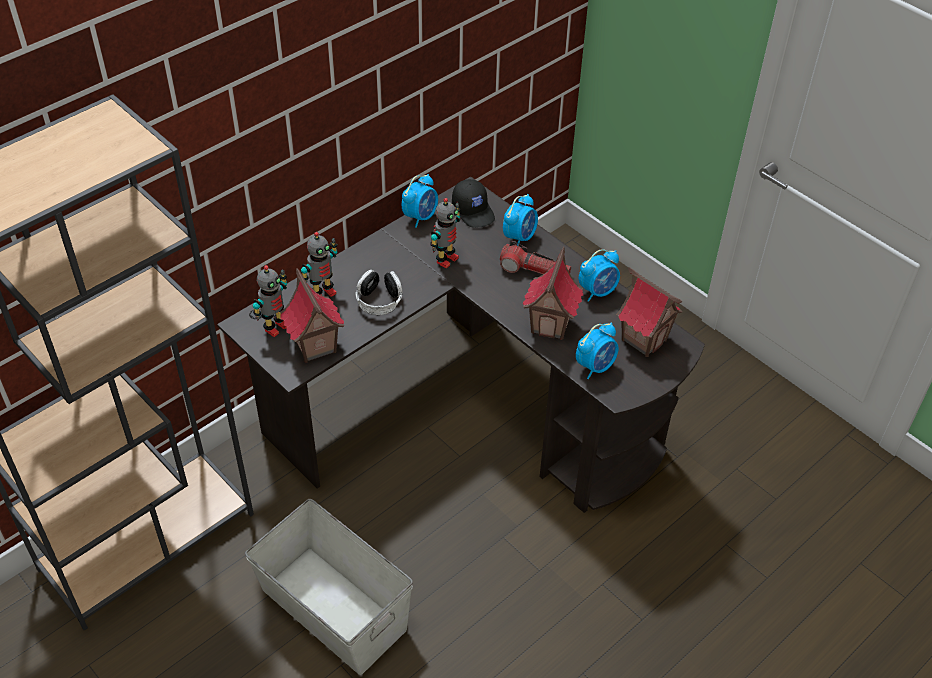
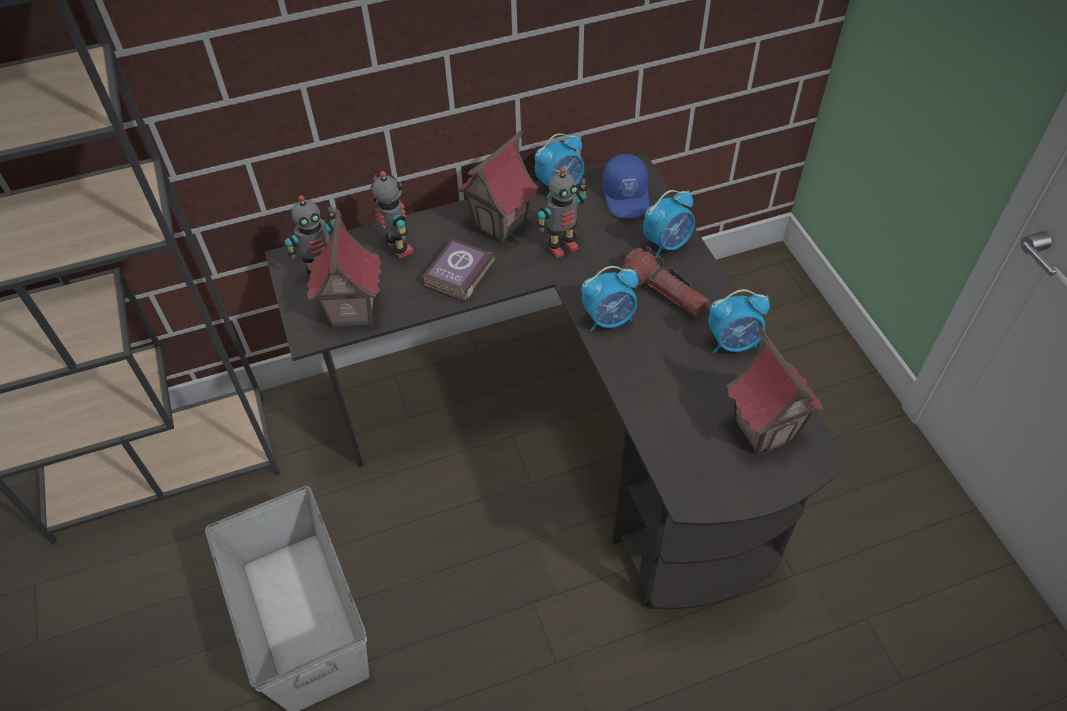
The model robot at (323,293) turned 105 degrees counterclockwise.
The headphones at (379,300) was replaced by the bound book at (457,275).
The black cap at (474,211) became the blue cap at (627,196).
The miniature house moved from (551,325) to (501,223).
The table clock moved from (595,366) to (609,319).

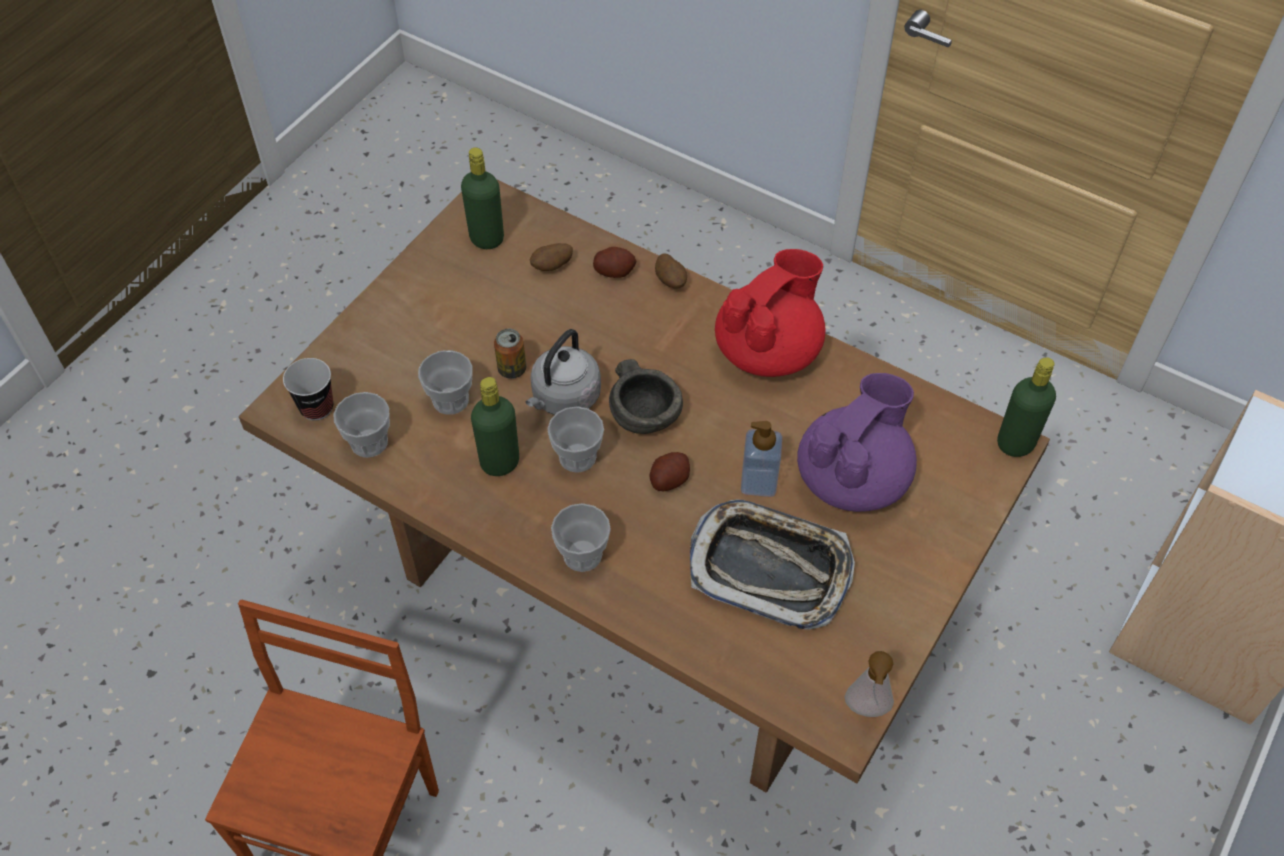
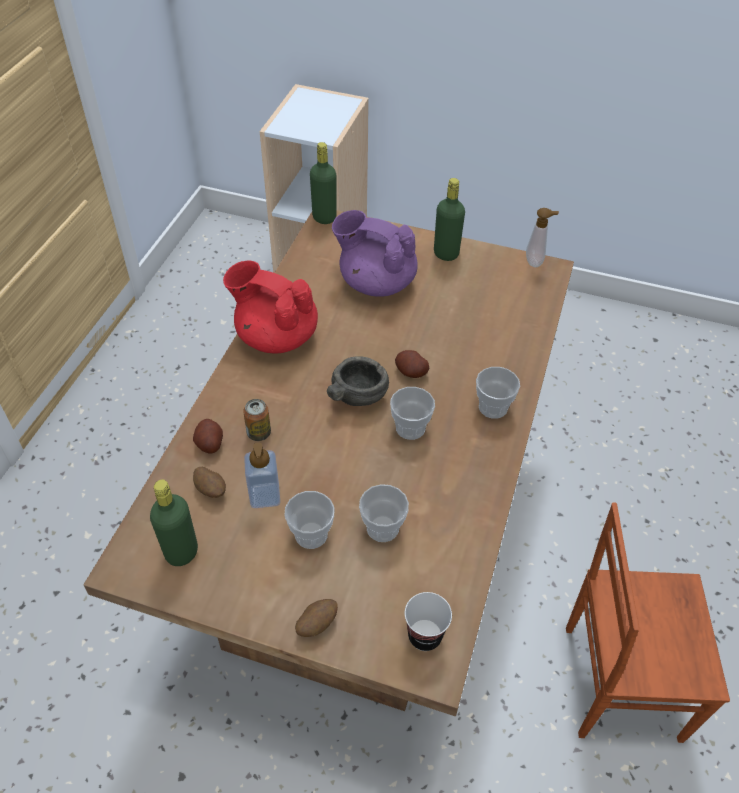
The small cup moved from (369,442) to (311,534).
The green beverage bottle moved from (500,462) to (446,254).
The metal can moved from (512,369) to (259,433).
The gray water kettle at (564,398) disappeared.
The whole potato moved from (671,281) to (316,624).
The serving tray at (770,568) disappeared.
The soap bottle moved from (758,482) to (265,496).

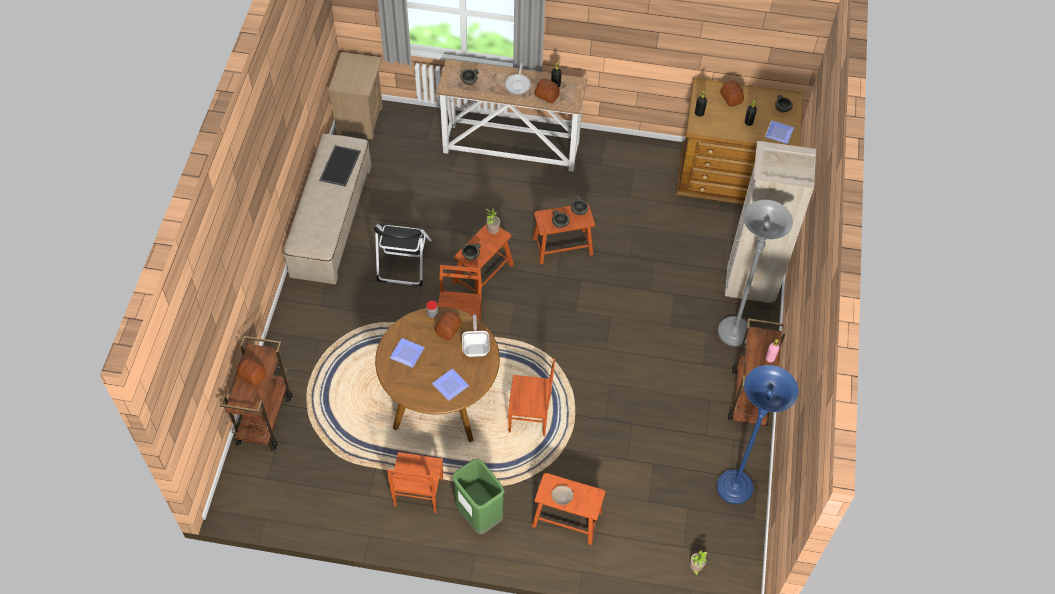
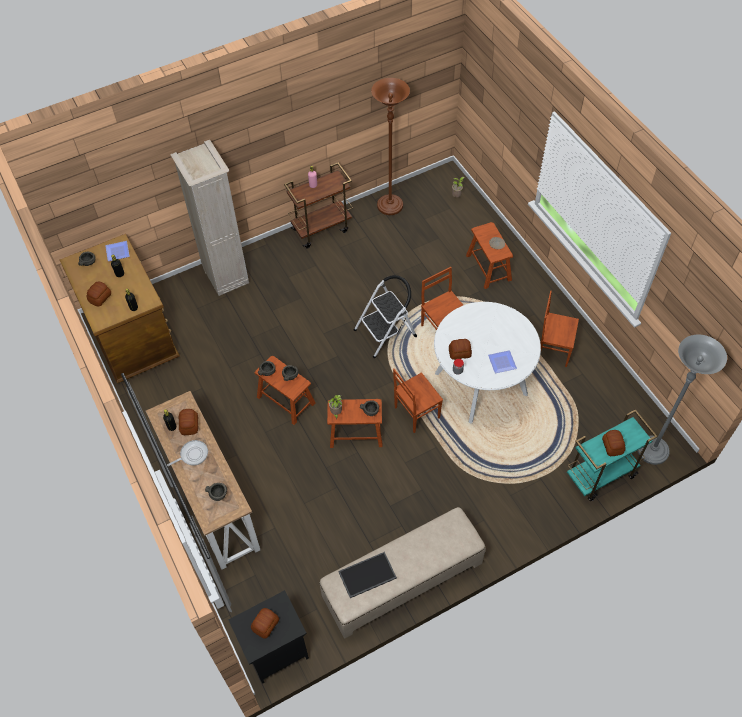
The brown-coloured trolley at (266,418) became the blue-green trolley at (599,477).
The beige-coloured bedside table at (361,119) became the black bedside table at (275,650).
The step stool moved from (403,262) to (387,332).
The brown-coloured kitchen table at (440,400) became the white-coloured kitchen table at (480,383).
The brown-coloured upright chair at (417,493) turned 135 degrees counterclockwise.
The flat dish at (451,385) disappeared.
The green trash can at (479,516) disappeared.
The frying pan at (476,346) disappeared.
The blue standing lamp at (734,488) became the brown-coloured standing lamp at (390,206).
The gray standing lamp moved from (734,332) to (652,451).
The bread at (265,625) appeared.

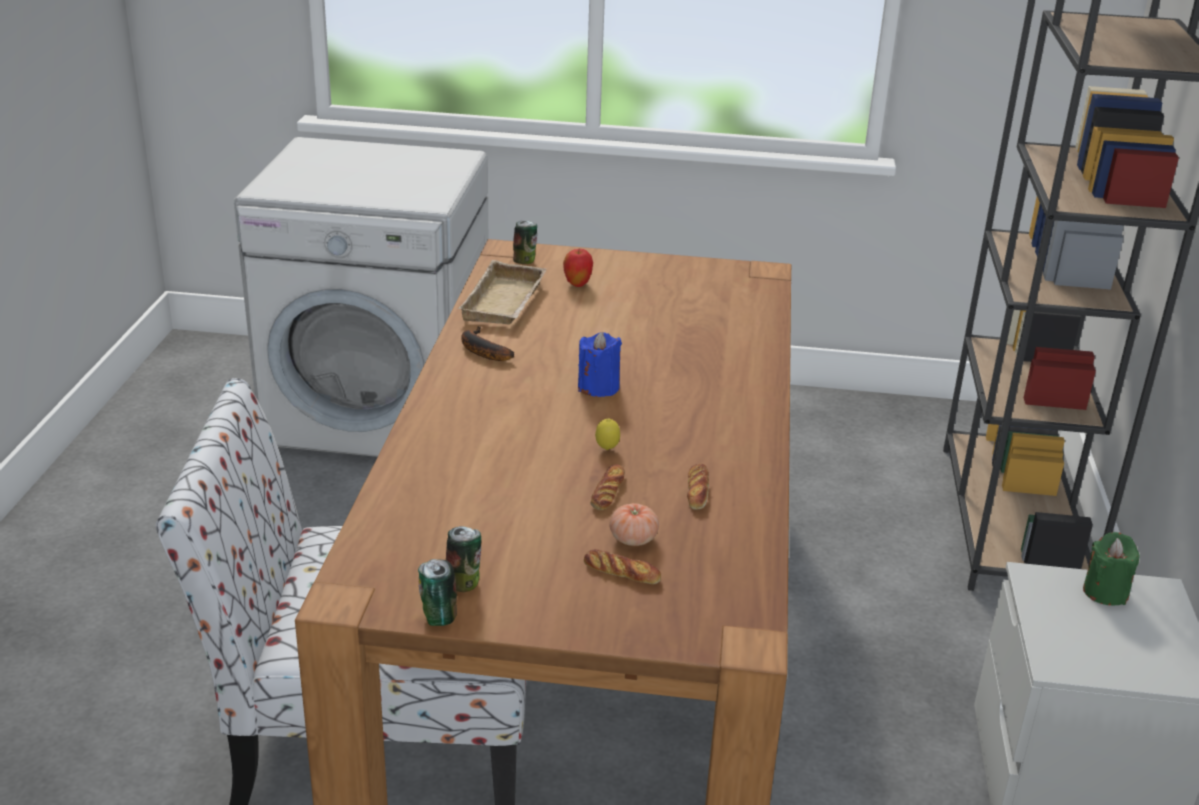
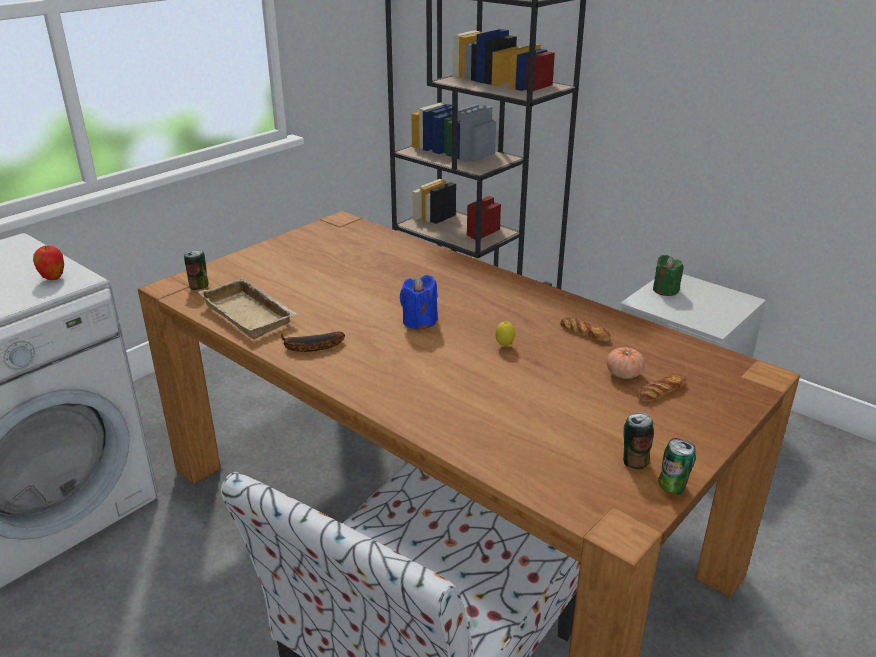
The whole apple moved from (577,284) to (53,278).
The bread at (607,492) disappeared.

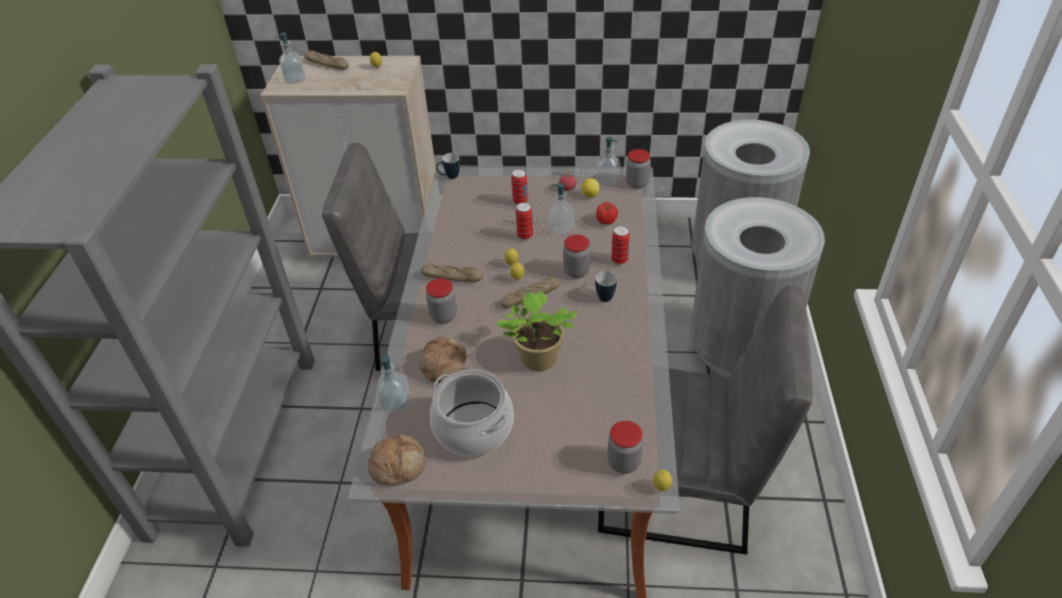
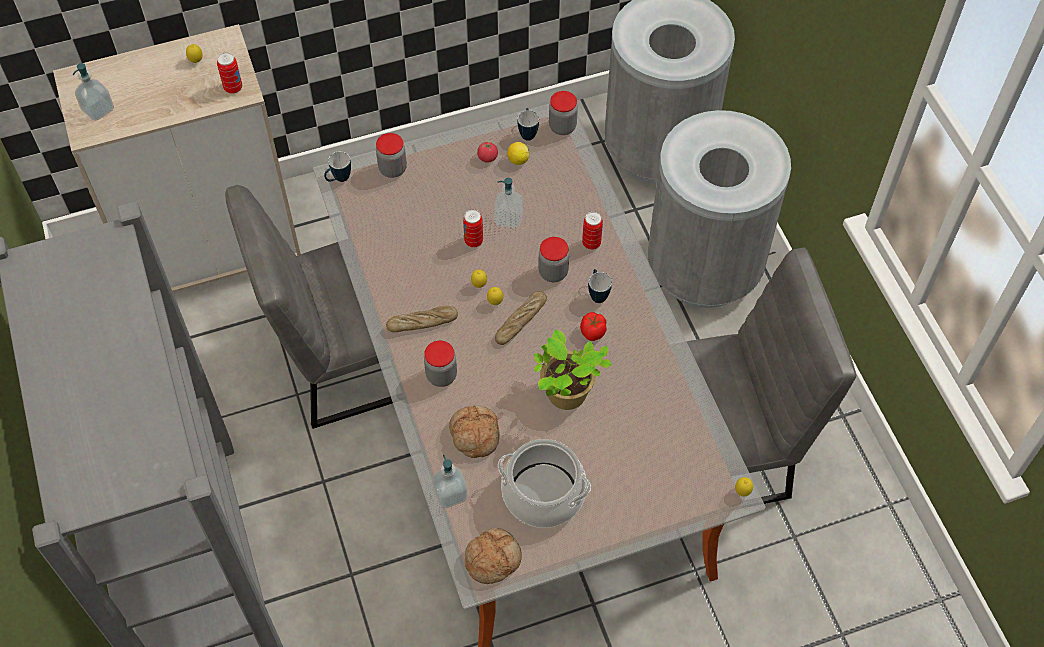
The bread at (327,64) disappeared.
The metal can moved from (520,201) to (233,88).
The soap bottle at (607,180) was replaced by the coffee mug at (527,132).
The whole tomato moved from (606,221) to (592,332).
The preserve jar moved from (624,462) to (392,169).

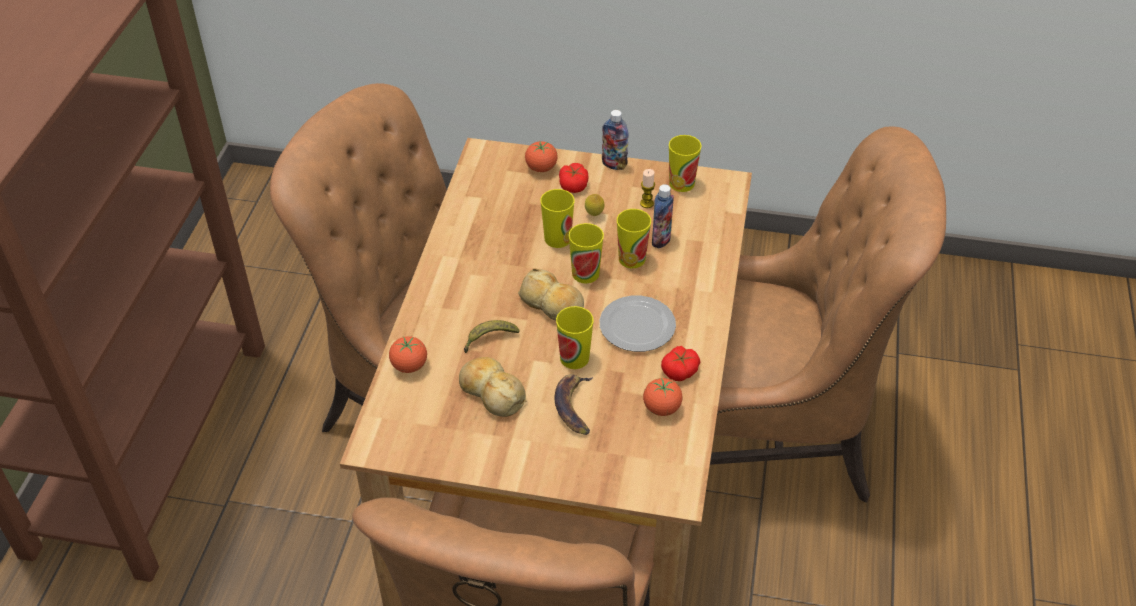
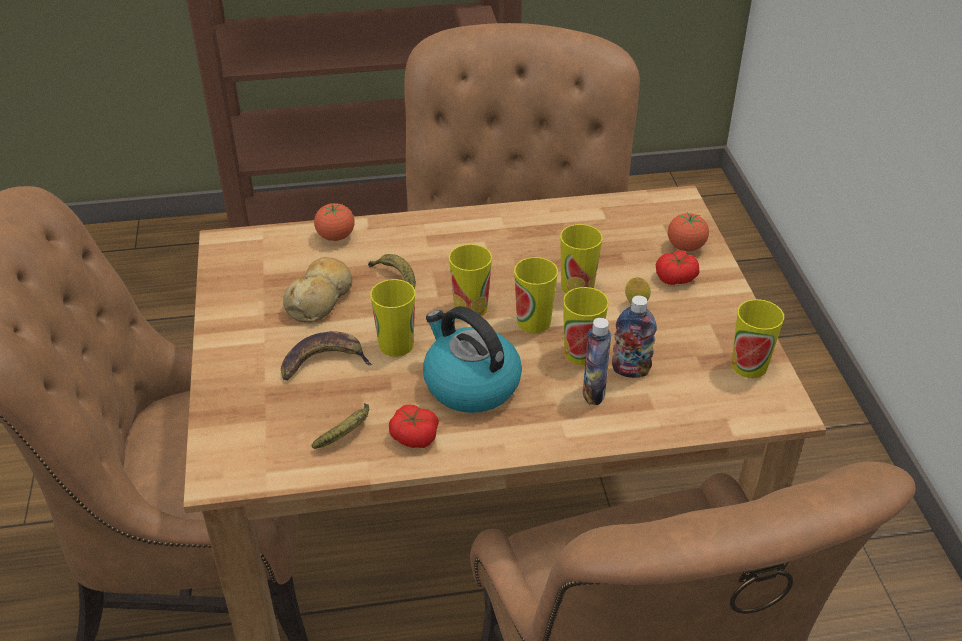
The bread at (552,304) was replaced by the small cup at (470,308).
The flat dish at (638,326) was replaced by the water kettle at (470,384).
The beverage bottle moved from (614,164) to (593,393).
The wax candle at (646,203) disappeared.
The whole tomato at (661,408) was replaced by the whole banana at (347,433).

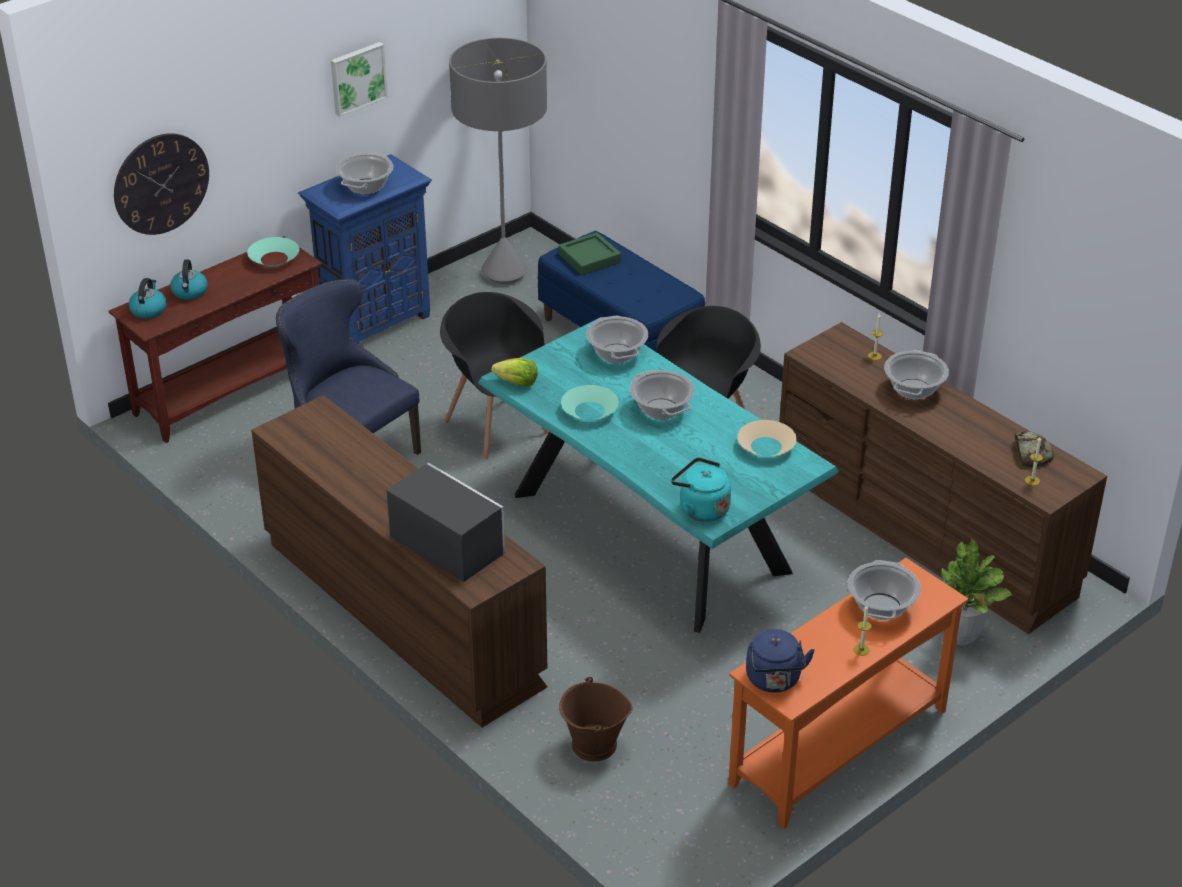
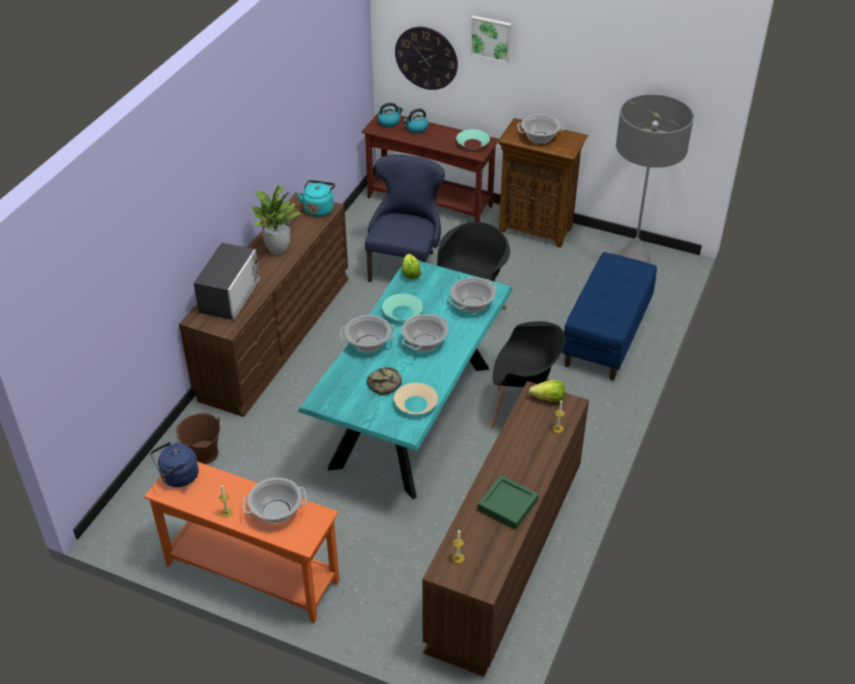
The blue cupboard at (376,322) became the brown-coloured cupboard at (536,229).
The wall art moved from (357,78) to (491,38).
The green serving tray moved from (589,258) to (507,505).
The blue-green water kettle moved from (701,508) to (319,209).
The cooking pot moved from (914,390) to (368,344).
The potted plant moved from (961,636) to (278,249).
The bread moved from (1031,453) to (385,384).
The lettuce at (548,399) appeared.

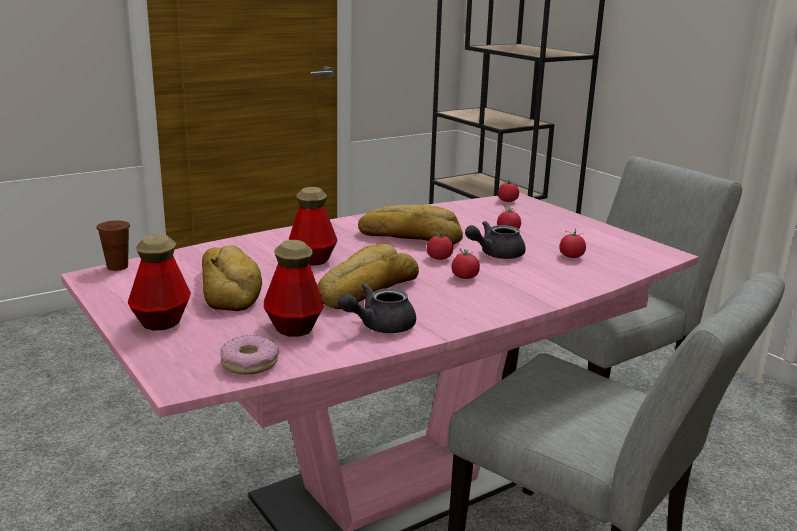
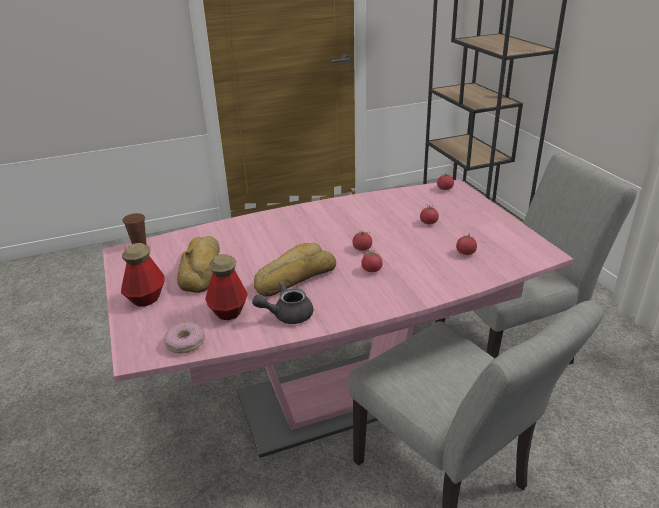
The beverage bottle at (313,259) disappeared.
The bread at (410,236) disappeared.
The gray tea pot at (495,254) disappeared.

